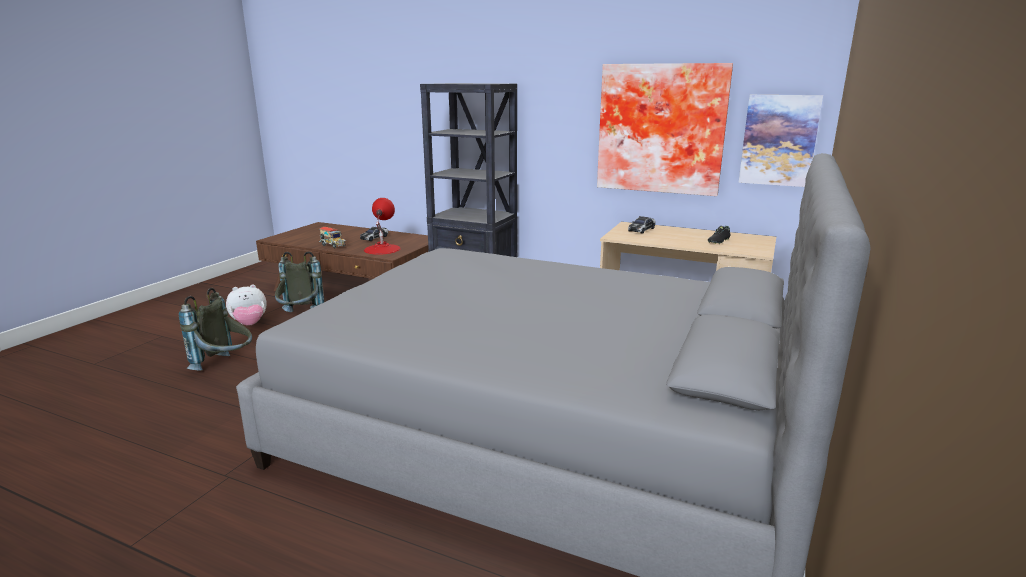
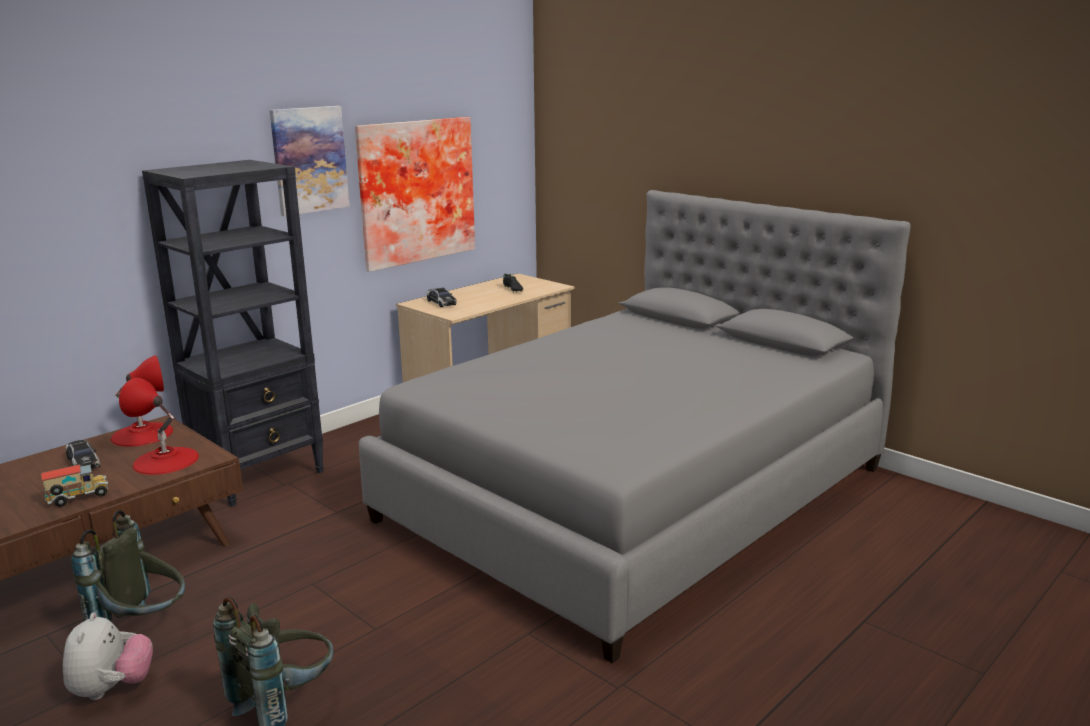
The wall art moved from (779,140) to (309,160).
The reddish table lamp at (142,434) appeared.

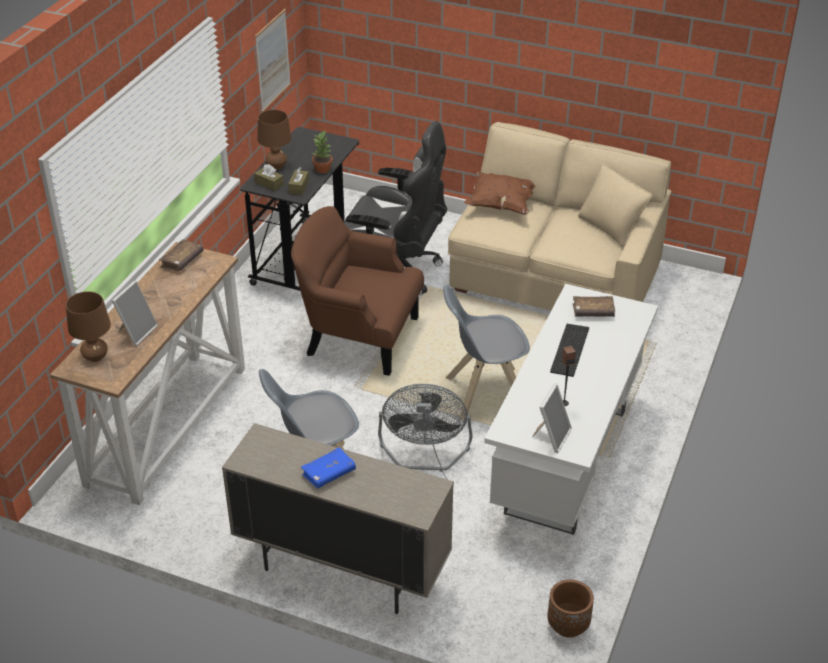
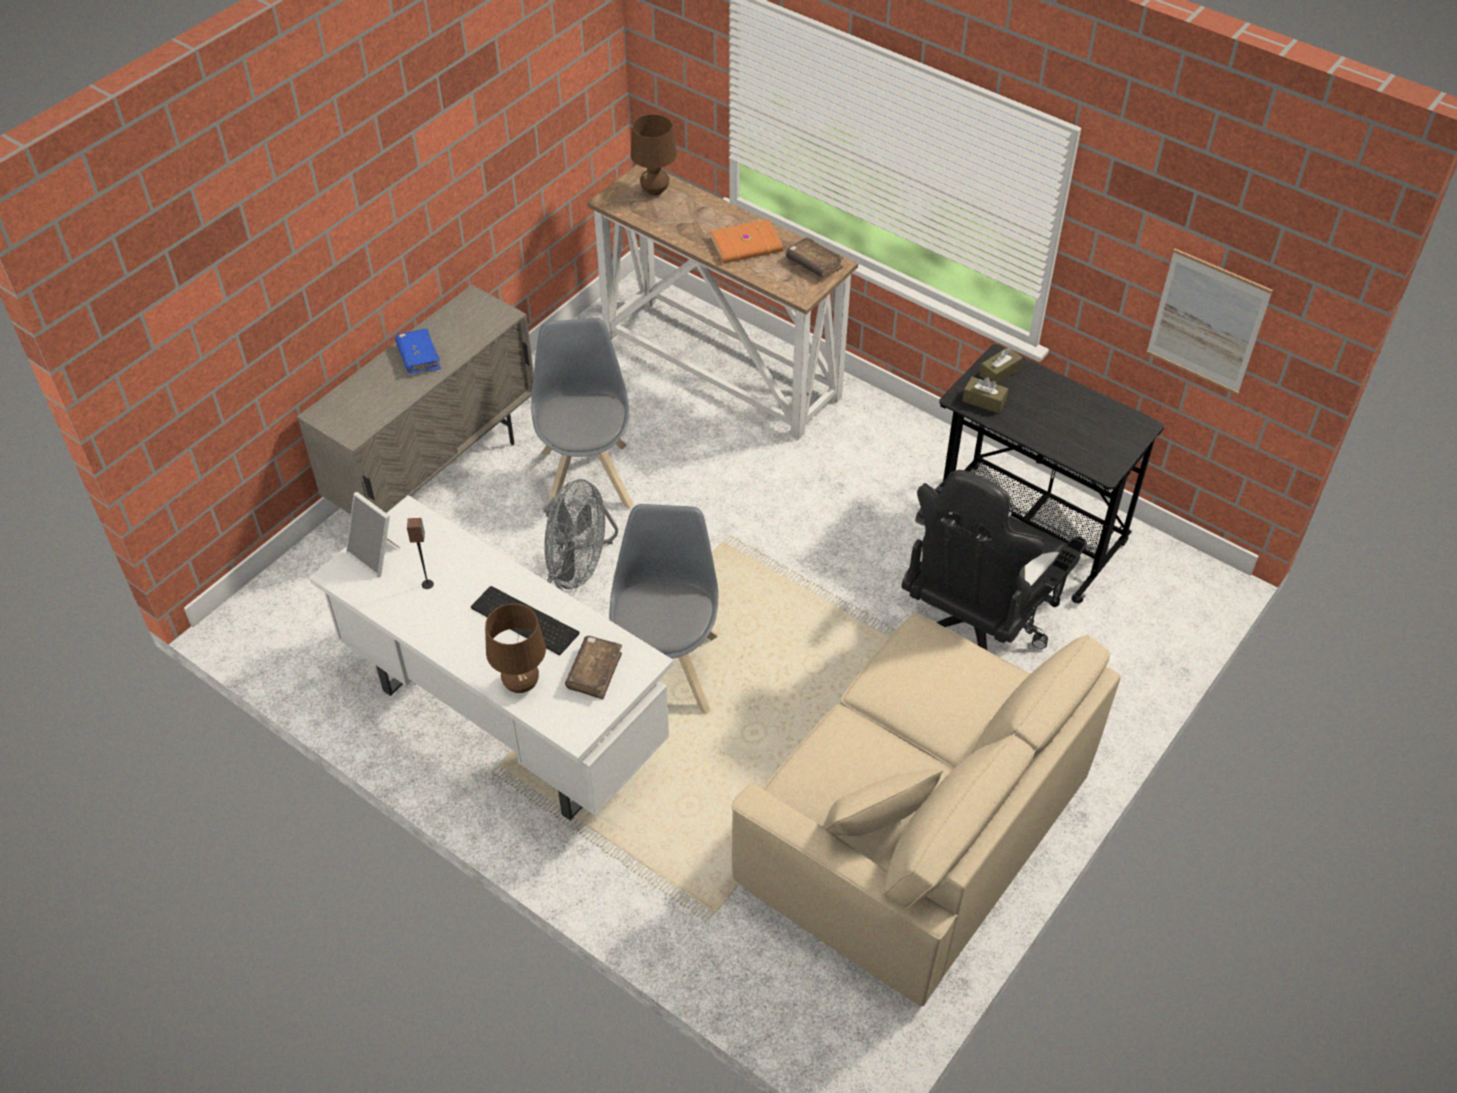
The standing frame at (136,332) disappeared.
The brown-coloured table lamp moved from (276,166) to (521,684).
The brown-coloured lounge chair at (359,337) disappeared.
The potted plant at (323,169) disappeared.
The brown-coloured pillow at (501,204) disappeared.
The brown-coloured plant pot at (568,625) disappeared.
The orangey bound book at (747,245) appeared.

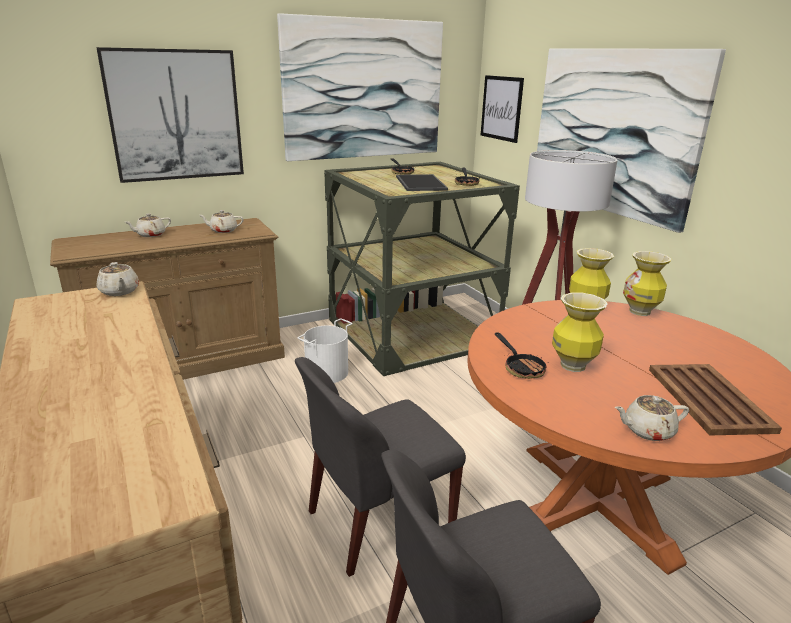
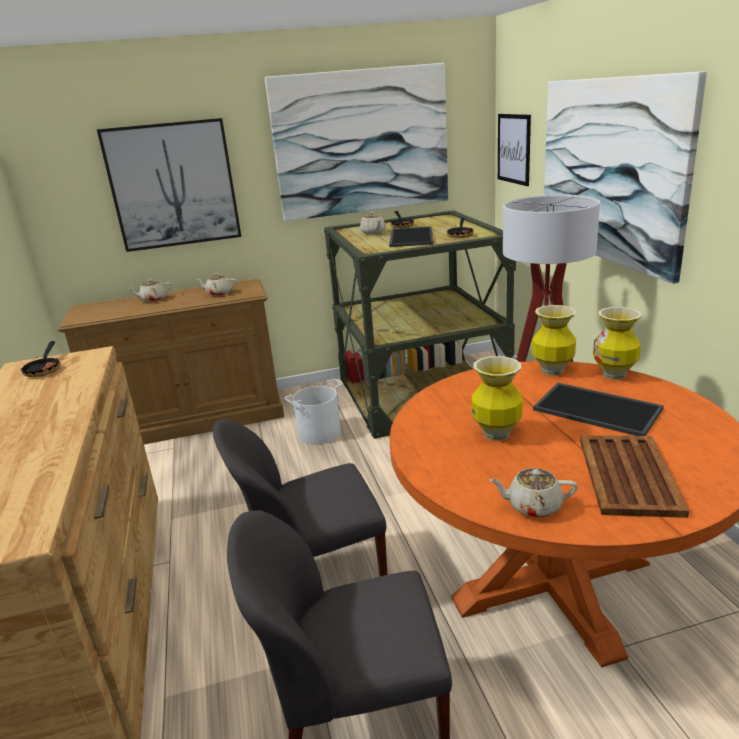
The beige-coloured tea pot moved from (119,291) to (373,232).
The frying pan moved from (521,367) to (44,369).
The serving tray at (598,409) appeared.

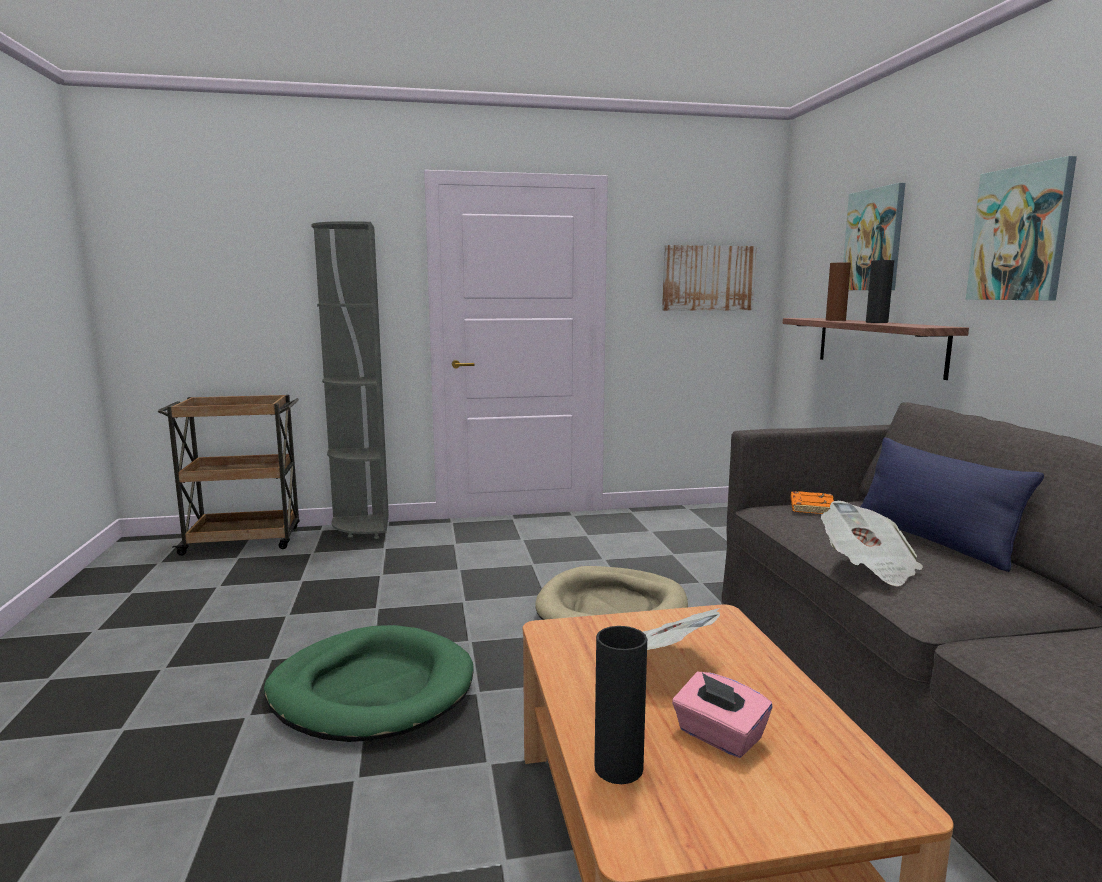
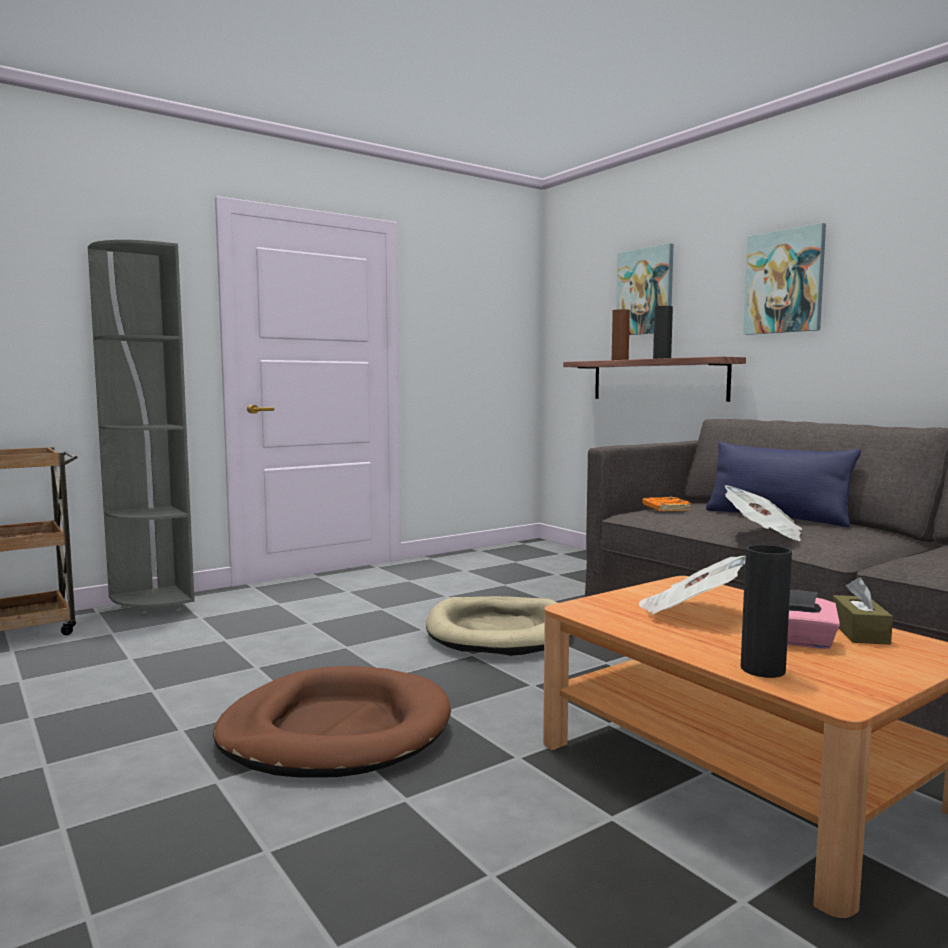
The green dog cushion at (372,690) became the brown-coloured dog cushion at (335,731).
The wall art at (708,278) disappeared.
The brown-coloured tissue box at (859,632) appeared.

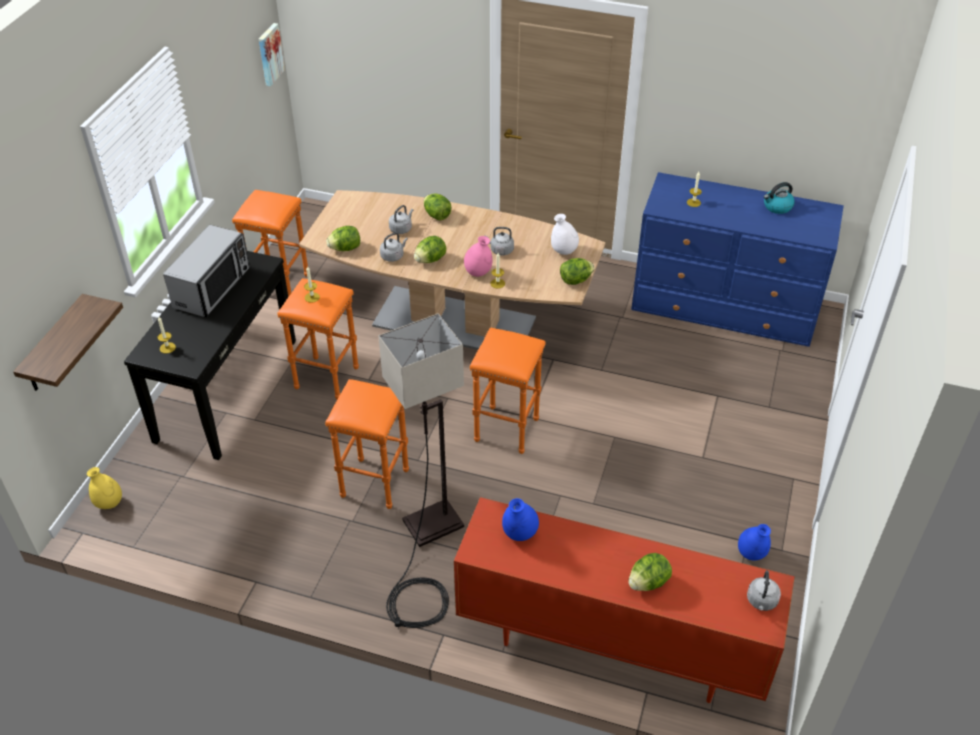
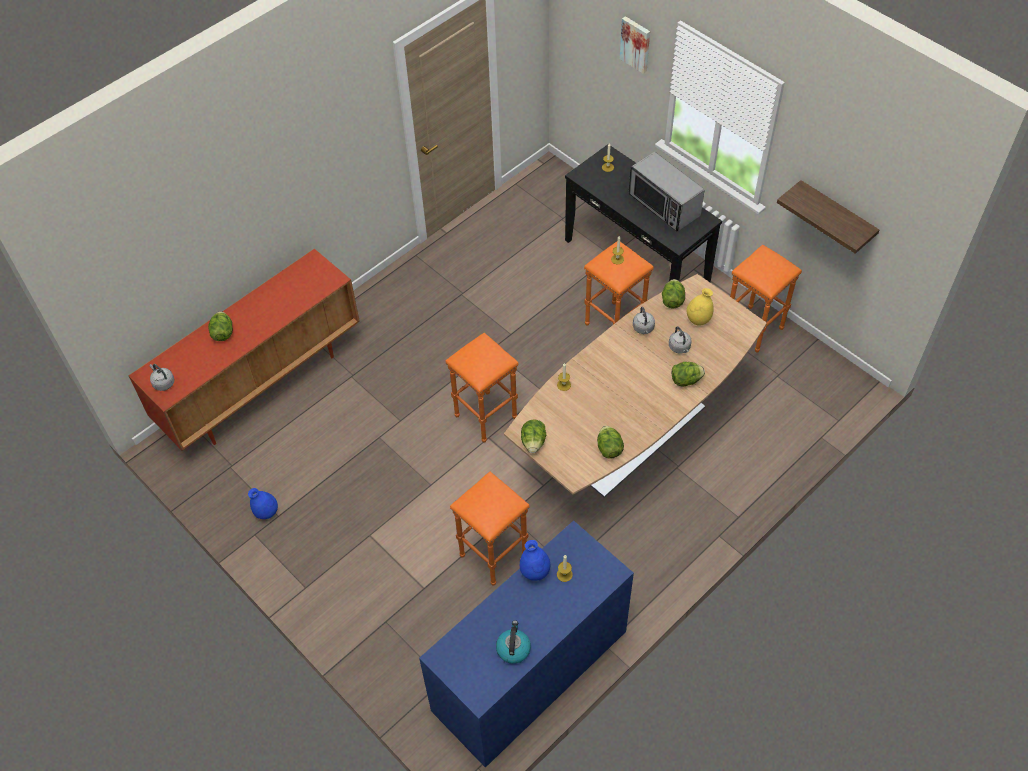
The bracket shelf moved from (54,346) to (836,215).
The yellow decorative vase moved from (109,503) to (698,319).
The wall art moved from (269,54) to (636,44).
The orangey stool seat moved from (375,484) to (492,555).
The standing lamp at (423,566) disappeared.
The lettuce moved from (430,260) to (609,448).
The pink decorative vase at (478,272) disappeared.
The gray water kettle at (500,250) disappeared.
The blue decorative vase moved from (519,533) to (535,572).
The white-coloured decorative vase at (564,251) disappeared.

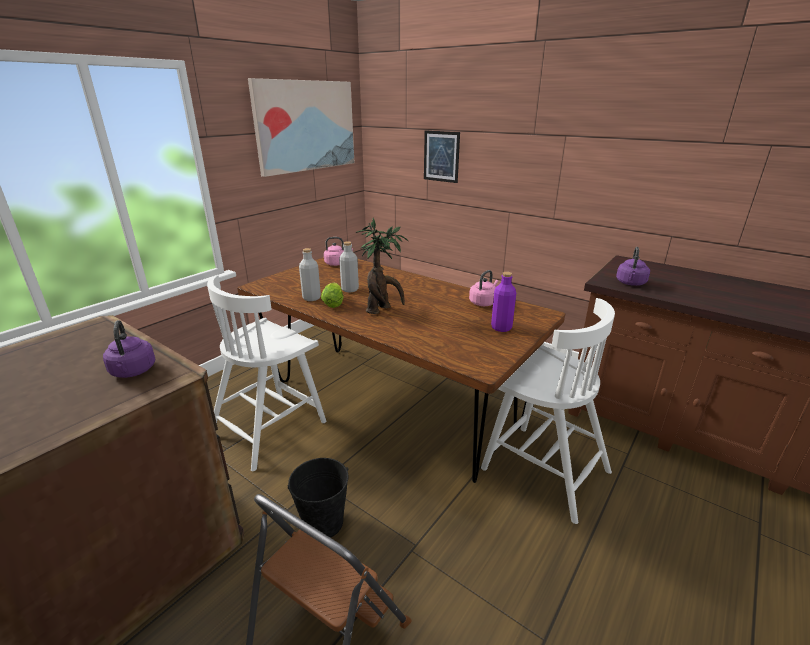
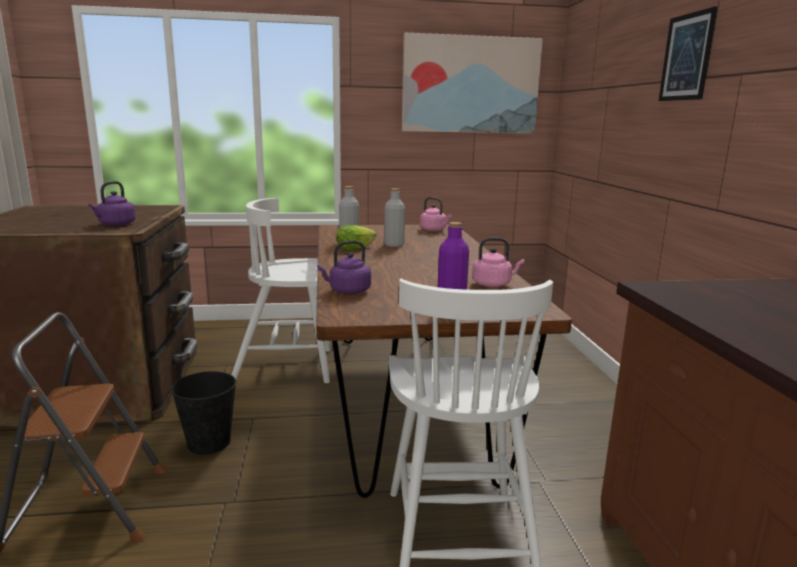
The potted plant at (382,309) disappeared.
The wall art moved from (441,156) to (686,57).
The purplish water kettle moved from (630,283) to (347,291).

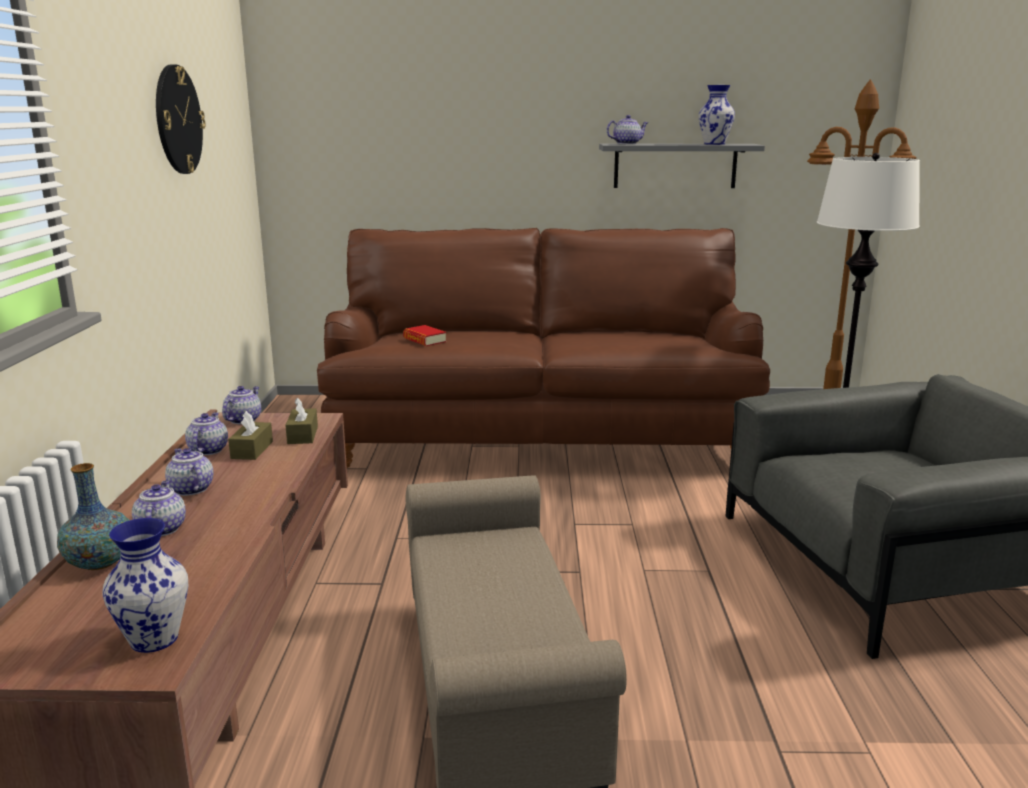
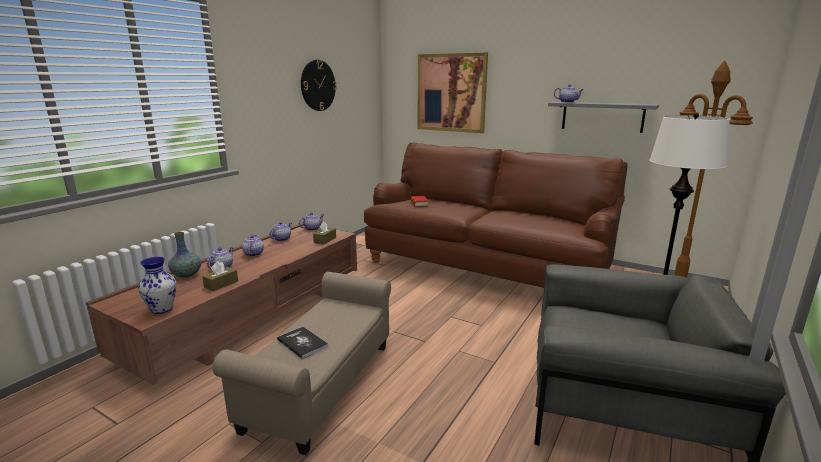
The brown-coloured tissue box moved from (252,450) to (221,284).
The decorative vase at (714,144) disappeared.
The bound book at (302,343) appeared.
The wall art at (451,93) appeared.

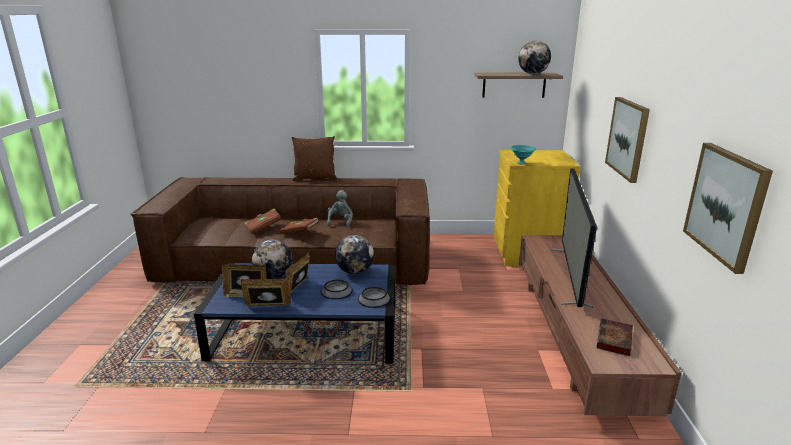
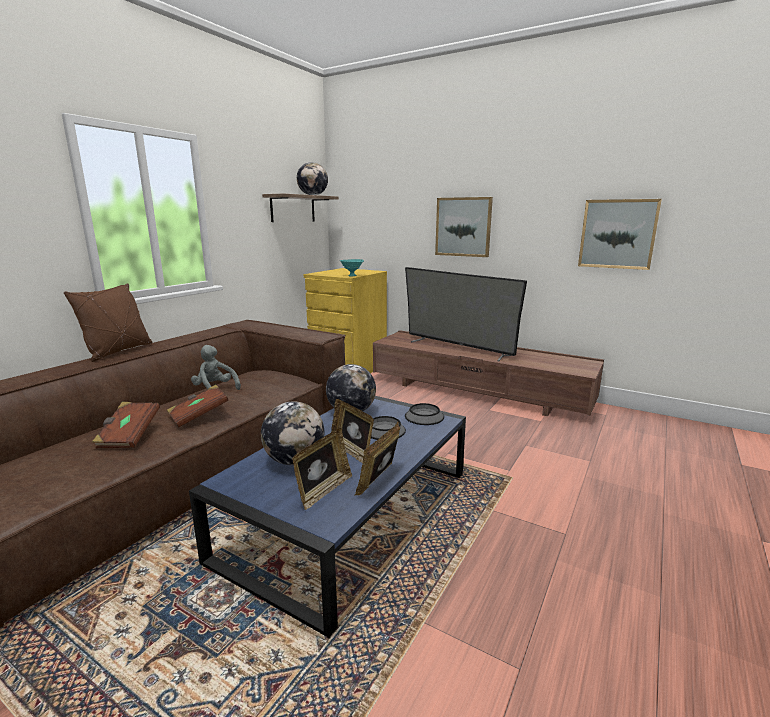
The bound book at (614,340) disappeared.

